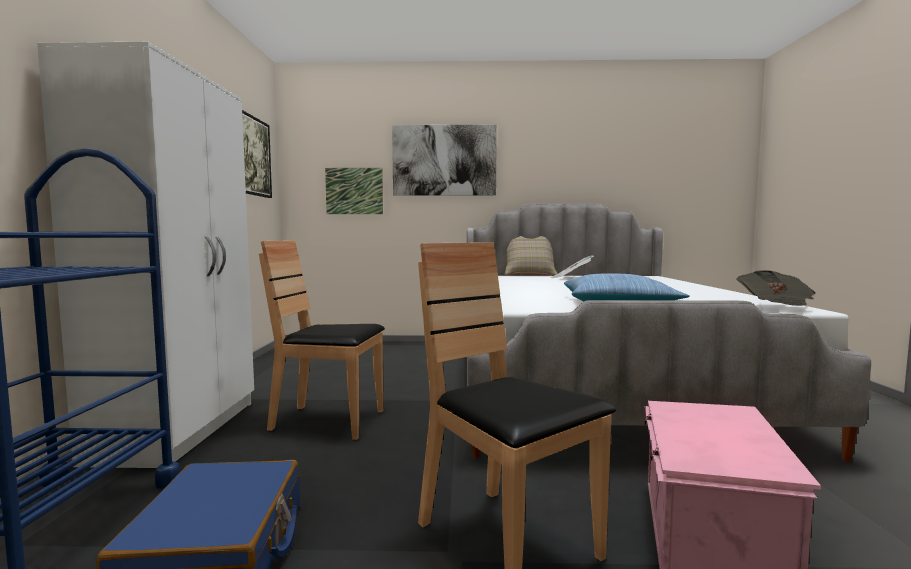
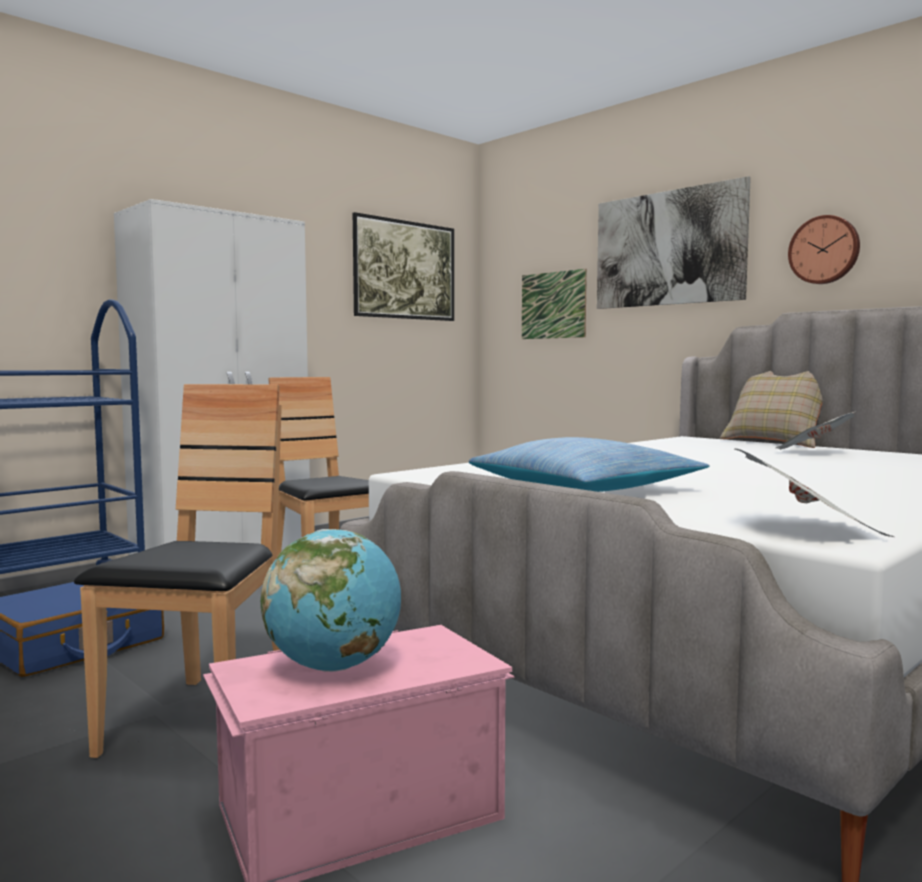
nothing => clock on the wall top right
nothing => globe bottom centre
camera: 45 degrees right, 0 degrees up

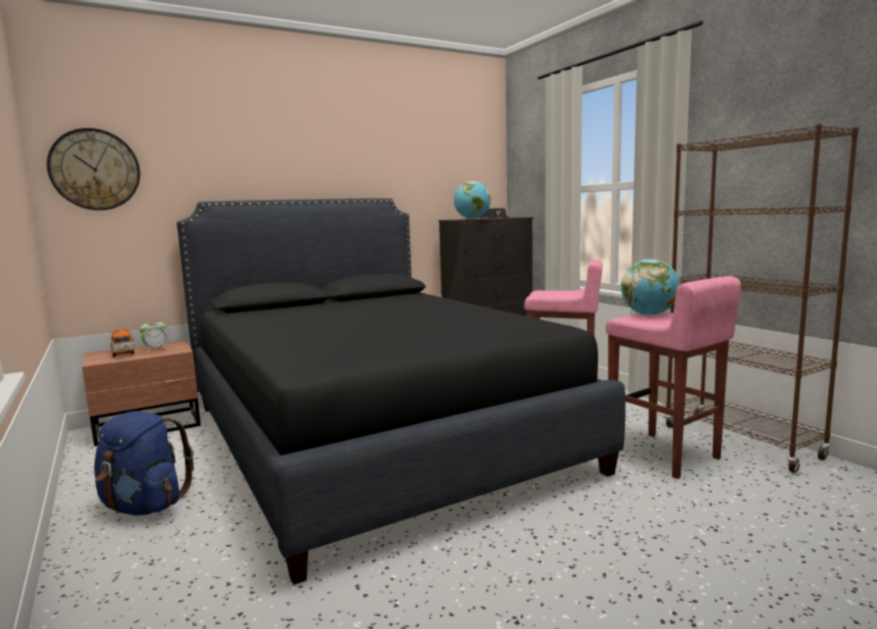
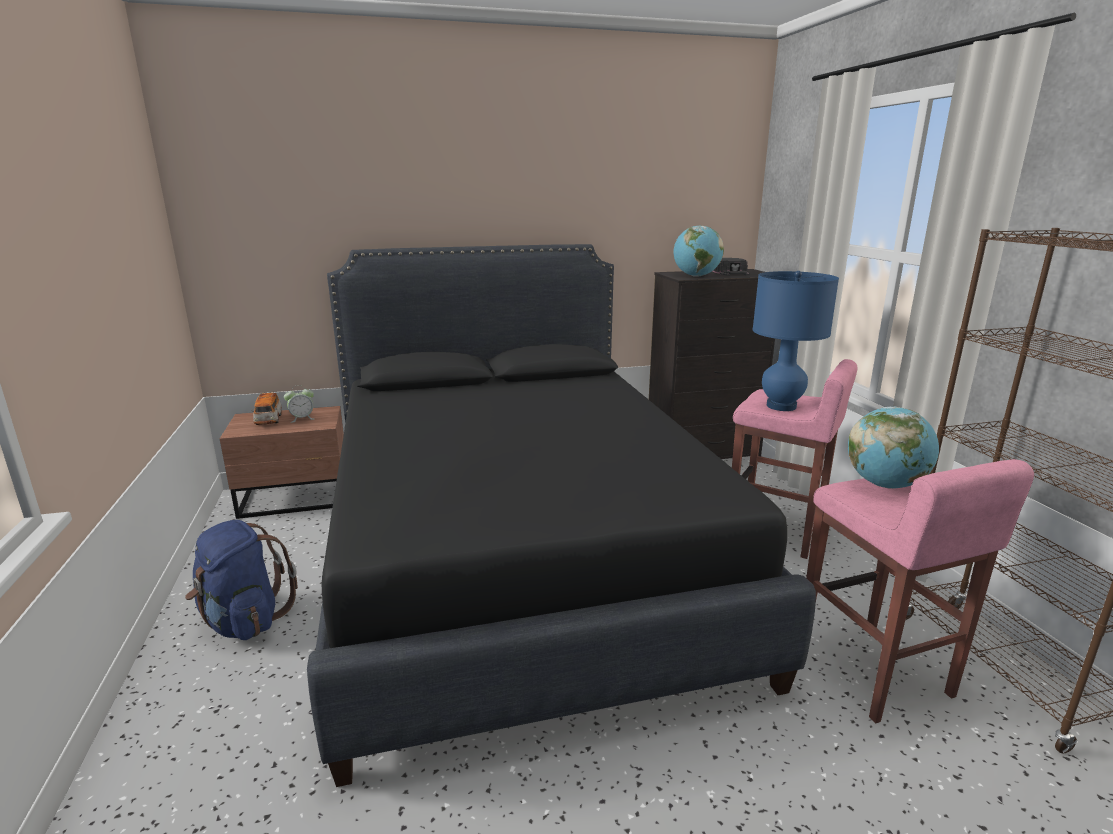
clock on the wall top left => nothing
nothing => table lamp (blue) middle right
camera: 15 degrees right, 10 degrees up

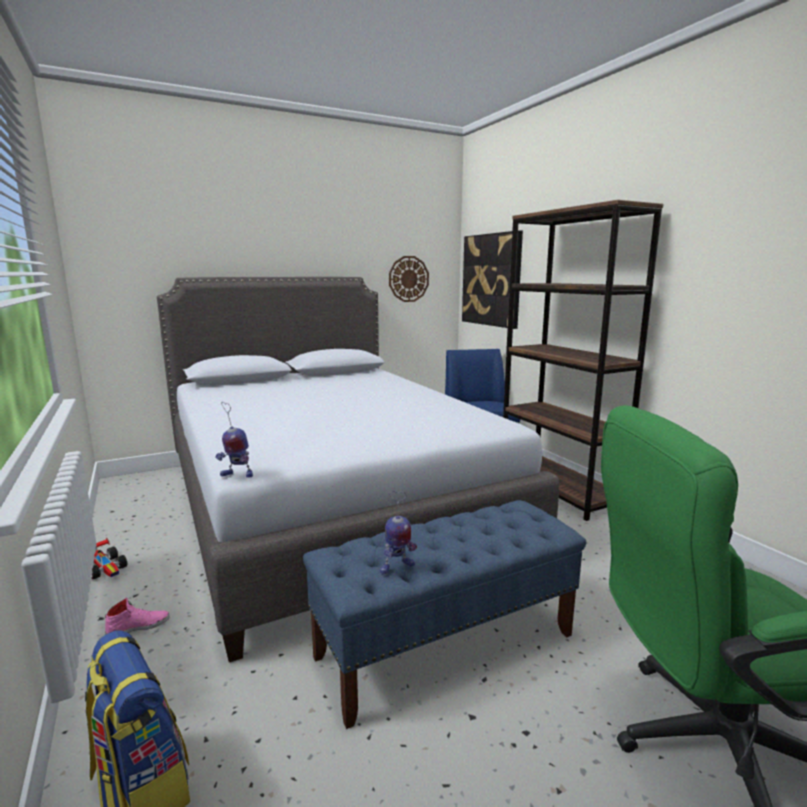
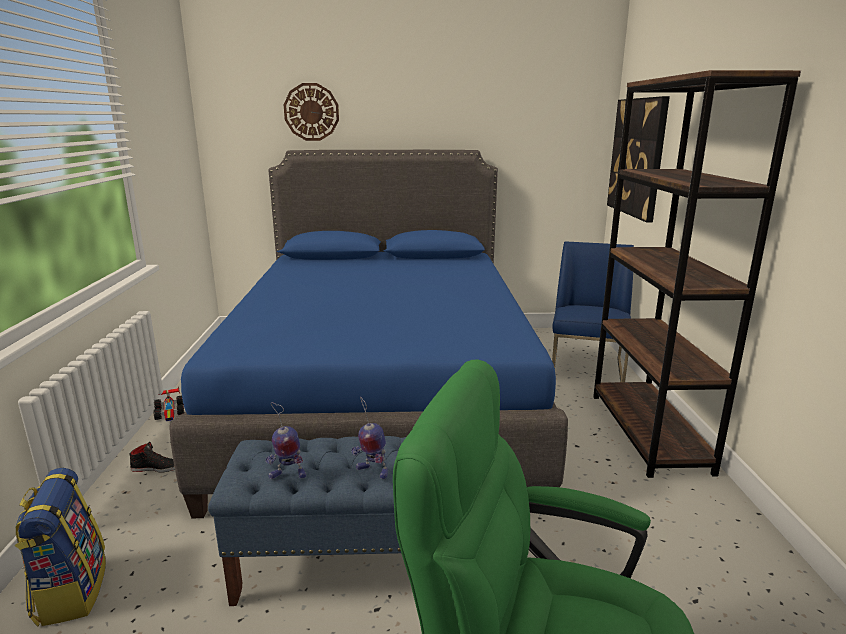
clock on the wall centre => clock on the wall top centre, move
bed (greyish) centre => bed (blue) centre
robot figure (1st from left in the first image) middle left => robot figure (2nd from left) bottom centre, move
low shoe (pink-coloured) bottom left => low shoe (black) bottom left
camera: 25 degrees right, 5 degrees up

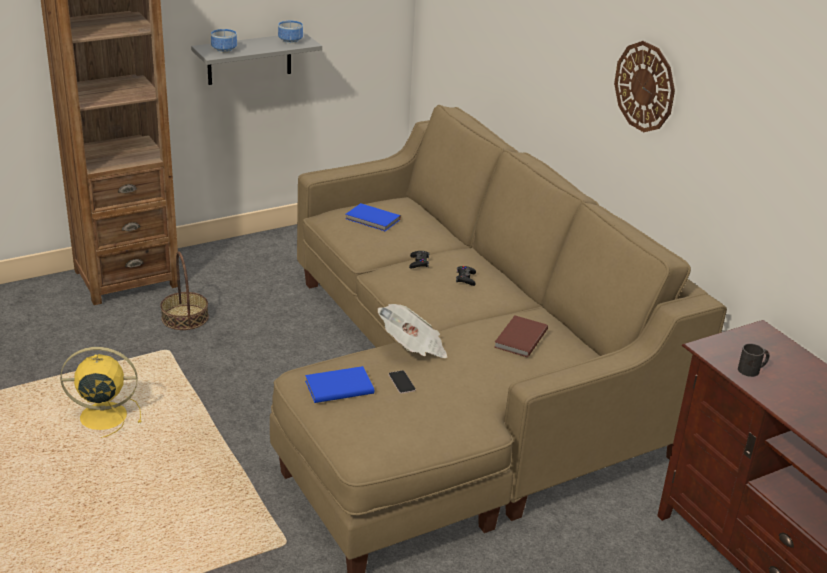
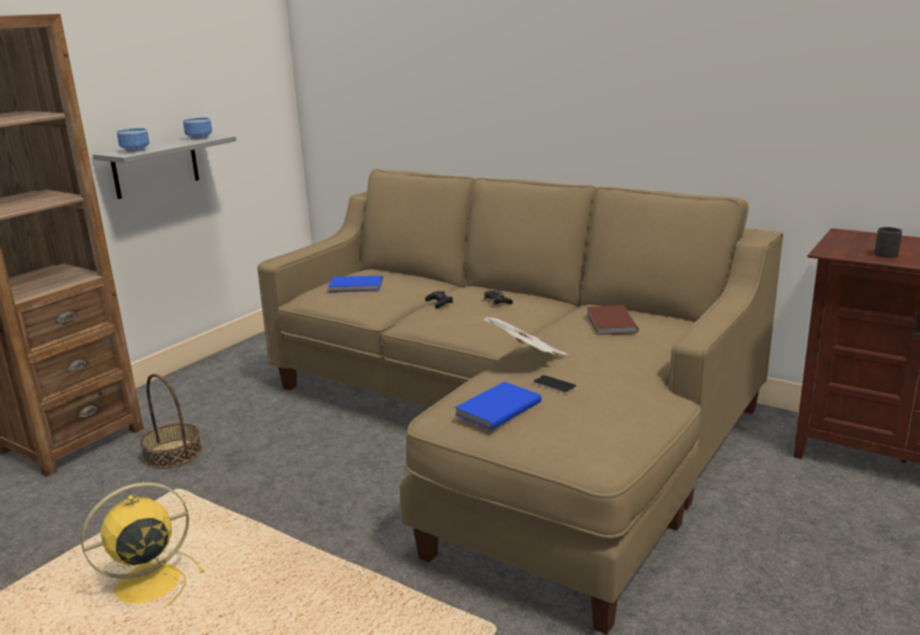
clock on the wall top right => nothing
camera: 25 degrees left, 10 degrees down

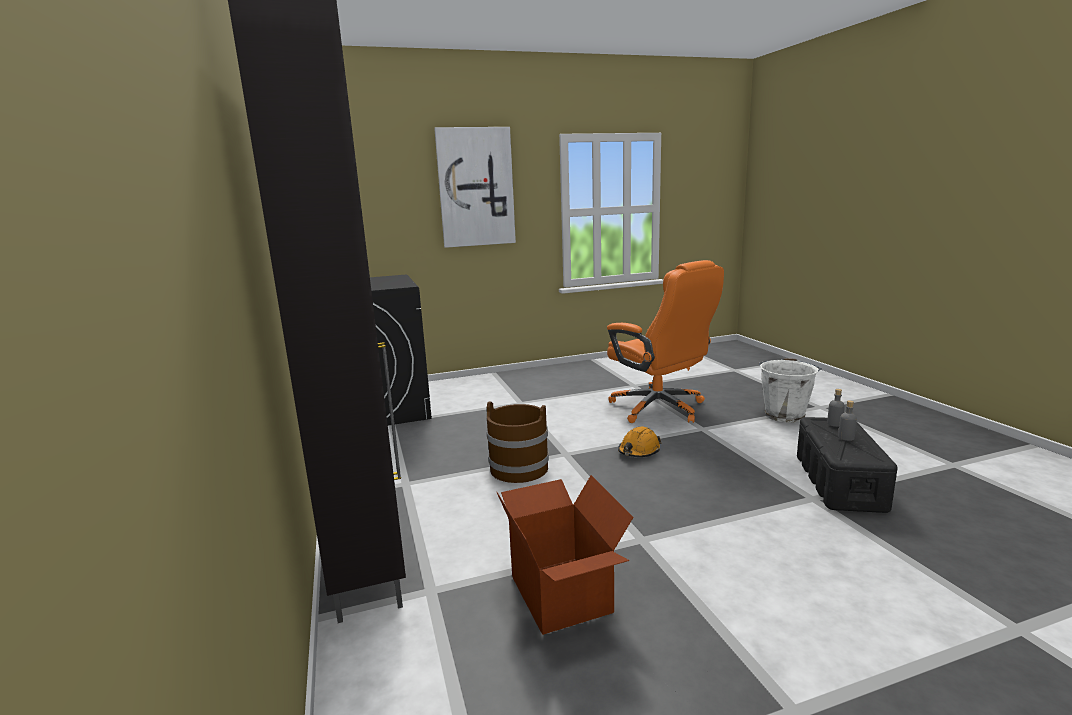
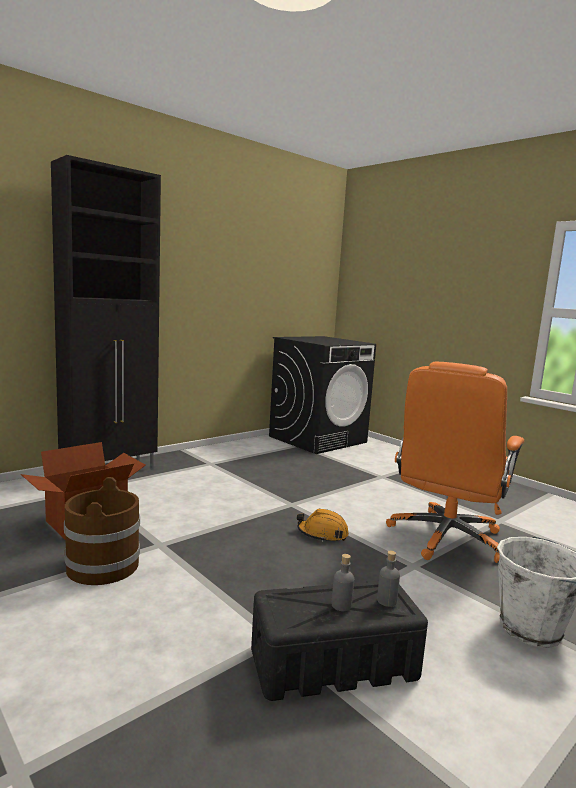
picture top centre => nothing
pail (brown) centre => pail (brown) bottom left, move
camera: 65 degrees right, 5 degrees down

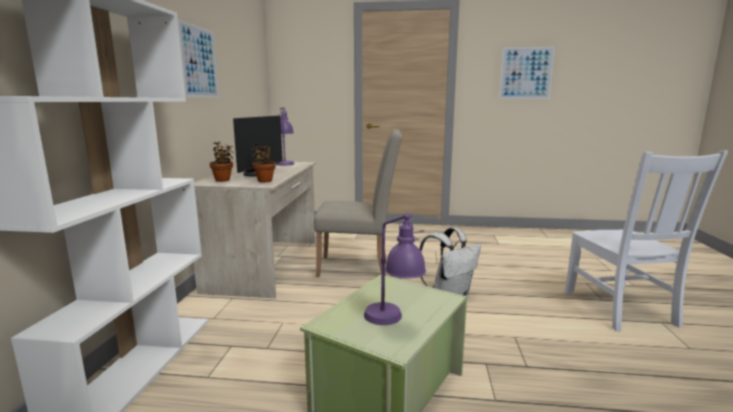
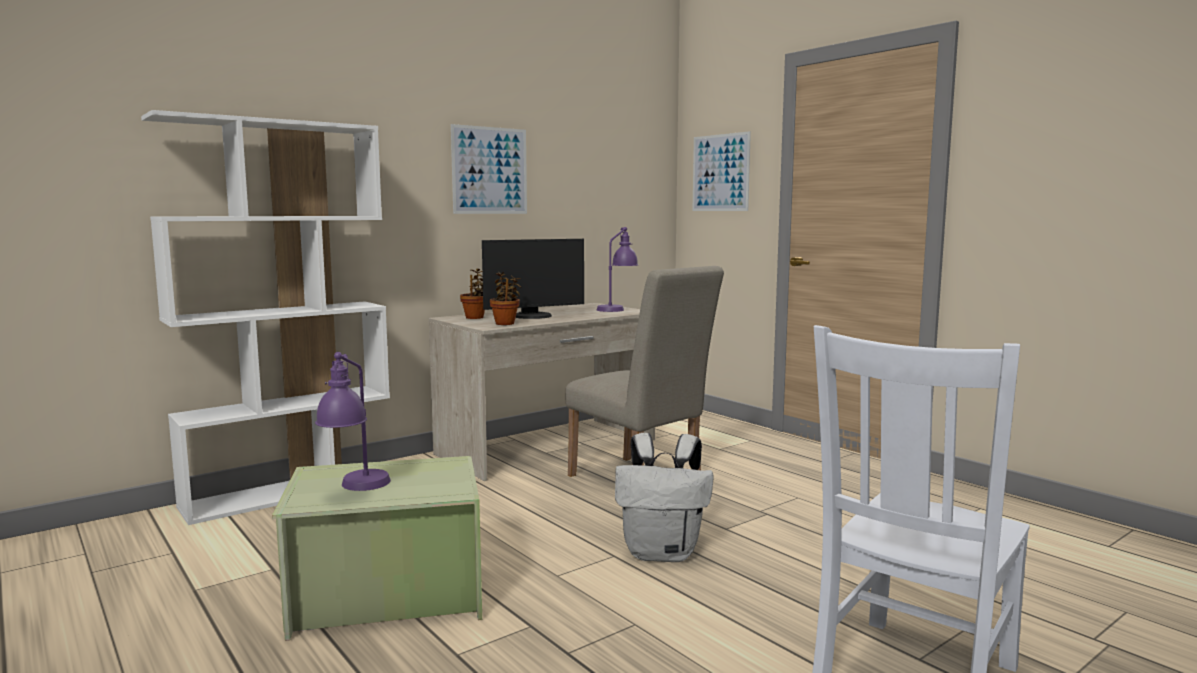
picture (2nd from left) top right => picture (2nd from left) top centre, move
camera: 45 degrees right, 5 degrees down

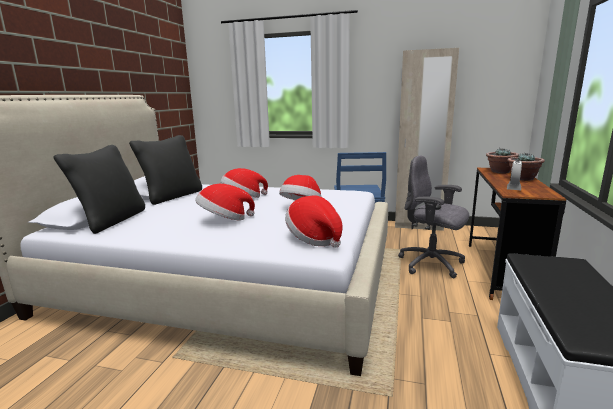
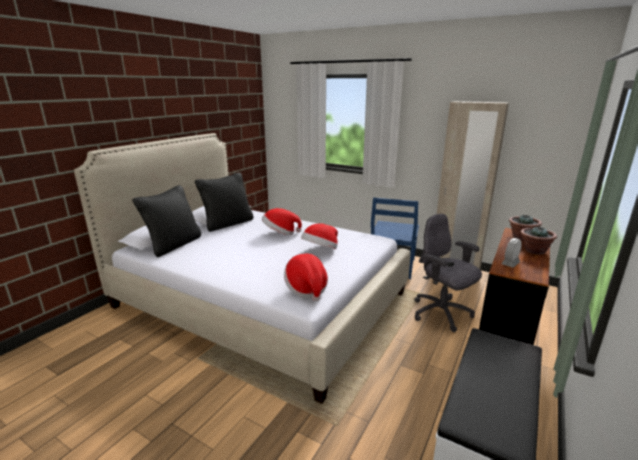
wearable hat (1st from left) centre => nothing
camera: 15 degrees right, 5 degrees up

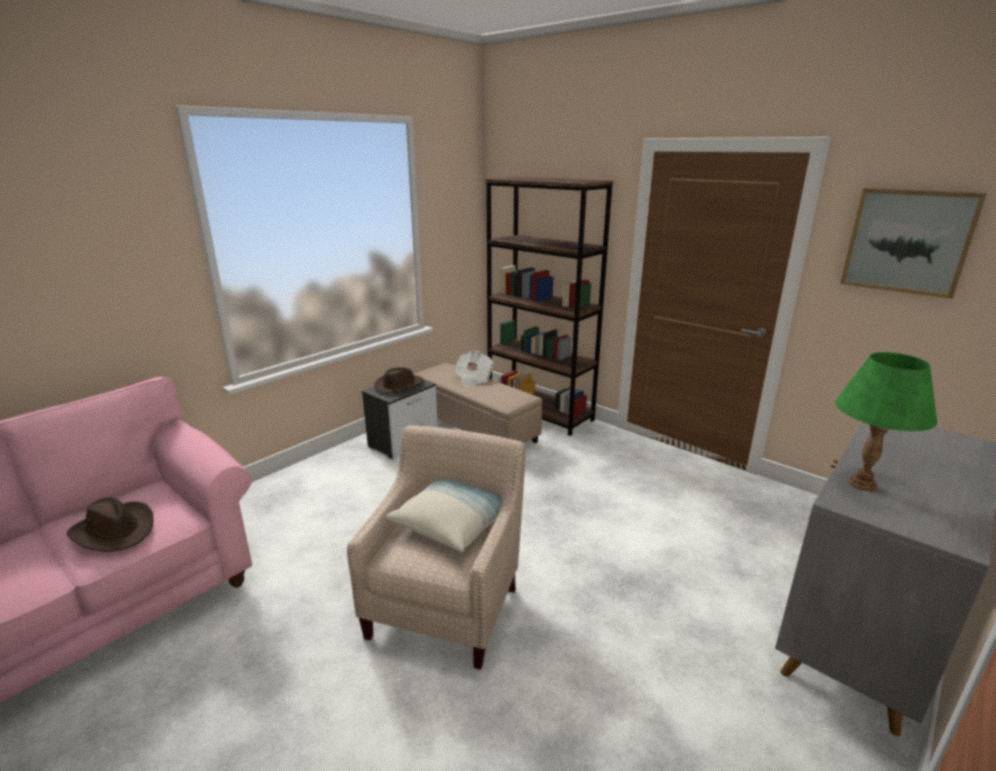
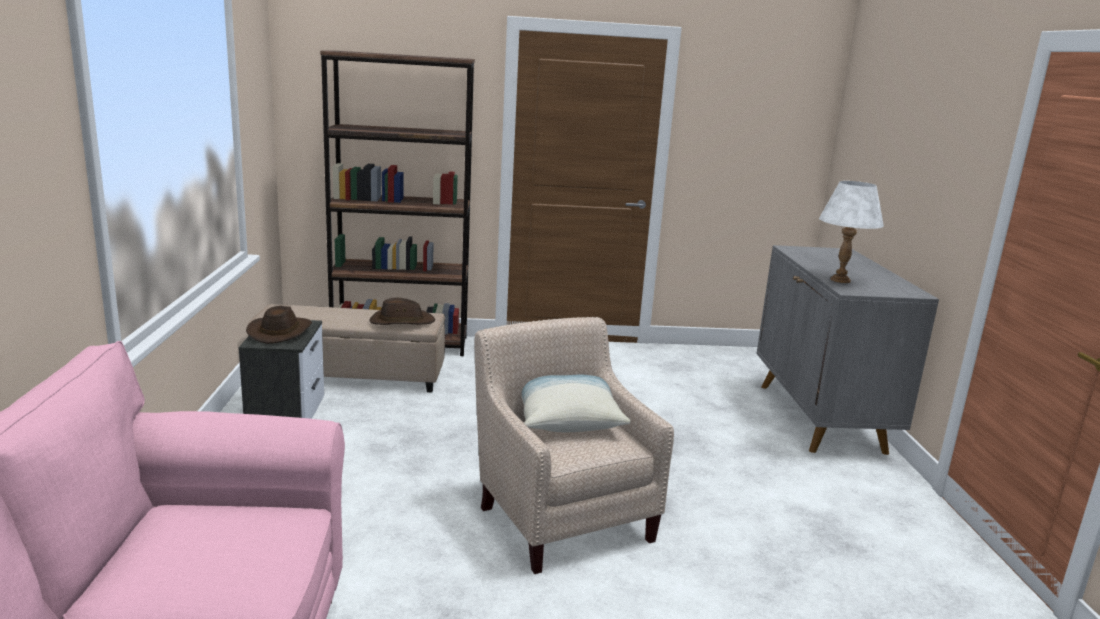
picture top right => nothing
printed paper centre => nothing
table lamp (green-coloured) middle right => table lamp (whitish) middle right
wearable hat (brown) (1st from left in the first image) bottom left => wearable hat (brown) (2nd from left) centre, move
camera: 45 degrees left, 5 degrees down

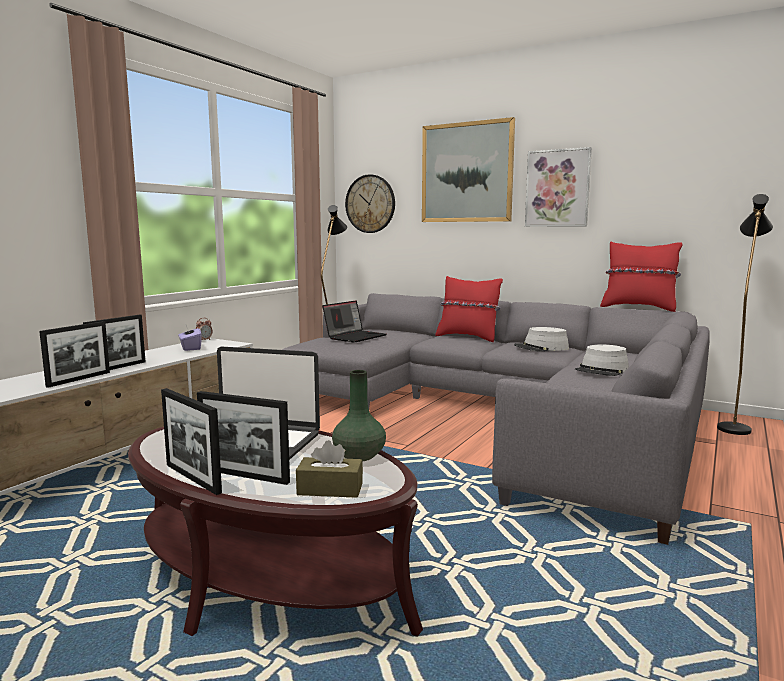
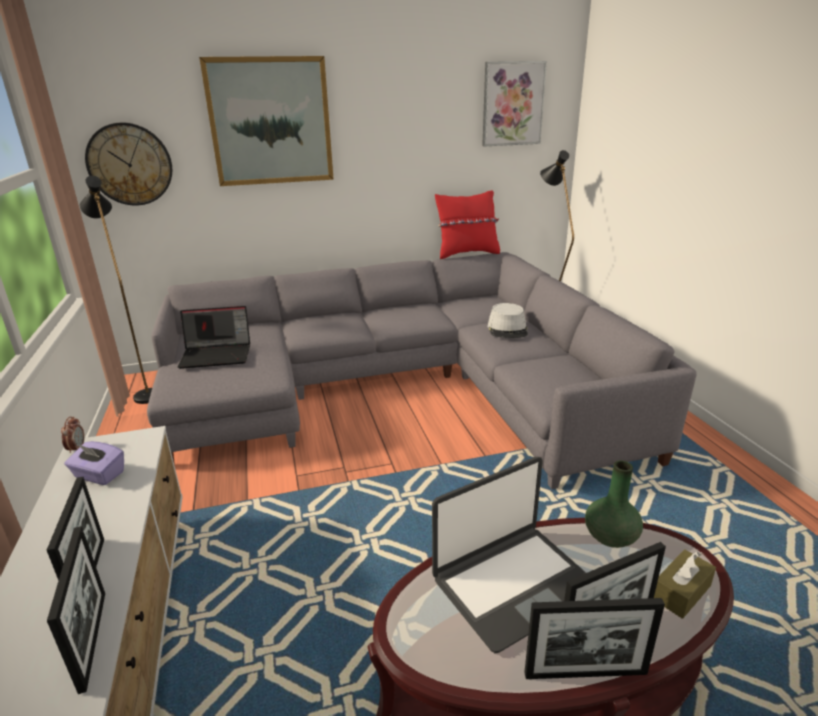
picture (2nd from left) top right => picture (2nd from left) top centre, move
throw pillow (red-coloured) (1st from left) centre => nothing
portable computer (2nd from left in the first image) centre => portable computer (1st from left) middle left, 90 degrees clockwise
wearable hat (greyish) (1st from left) middle right => nothing
camera: 45 degrees left, 15 degrees up

